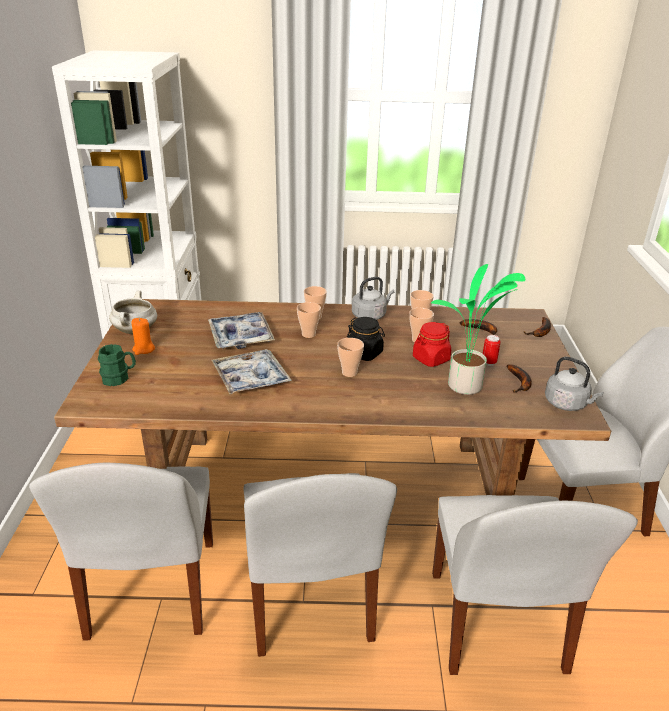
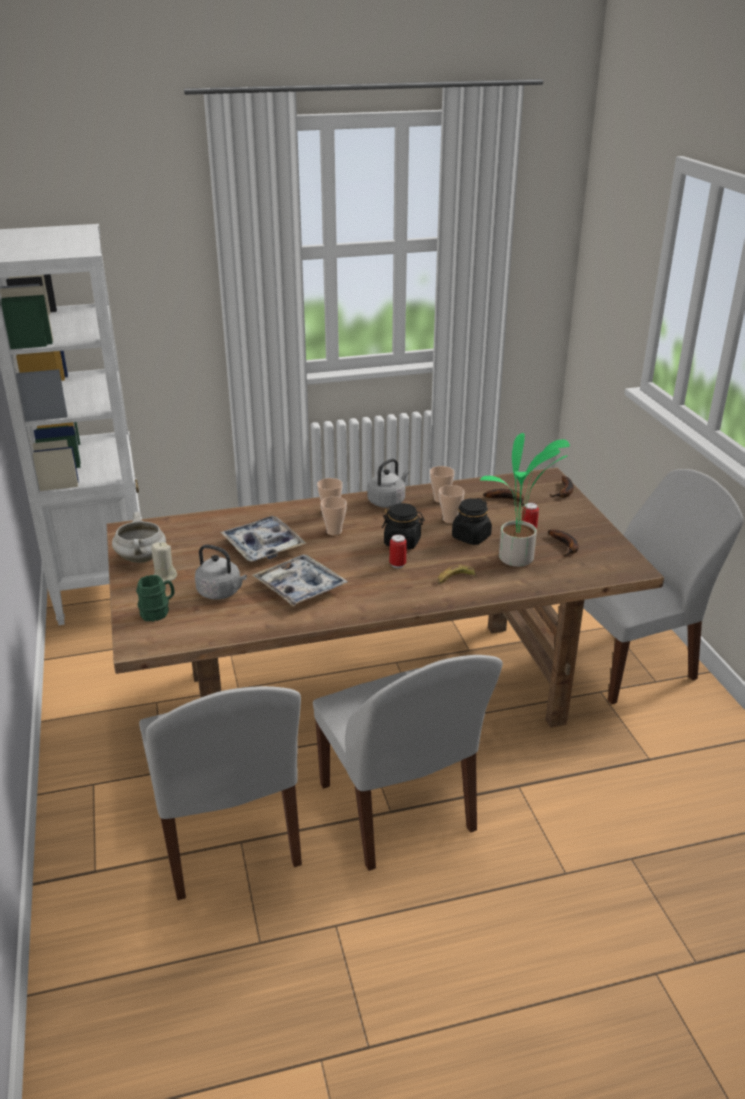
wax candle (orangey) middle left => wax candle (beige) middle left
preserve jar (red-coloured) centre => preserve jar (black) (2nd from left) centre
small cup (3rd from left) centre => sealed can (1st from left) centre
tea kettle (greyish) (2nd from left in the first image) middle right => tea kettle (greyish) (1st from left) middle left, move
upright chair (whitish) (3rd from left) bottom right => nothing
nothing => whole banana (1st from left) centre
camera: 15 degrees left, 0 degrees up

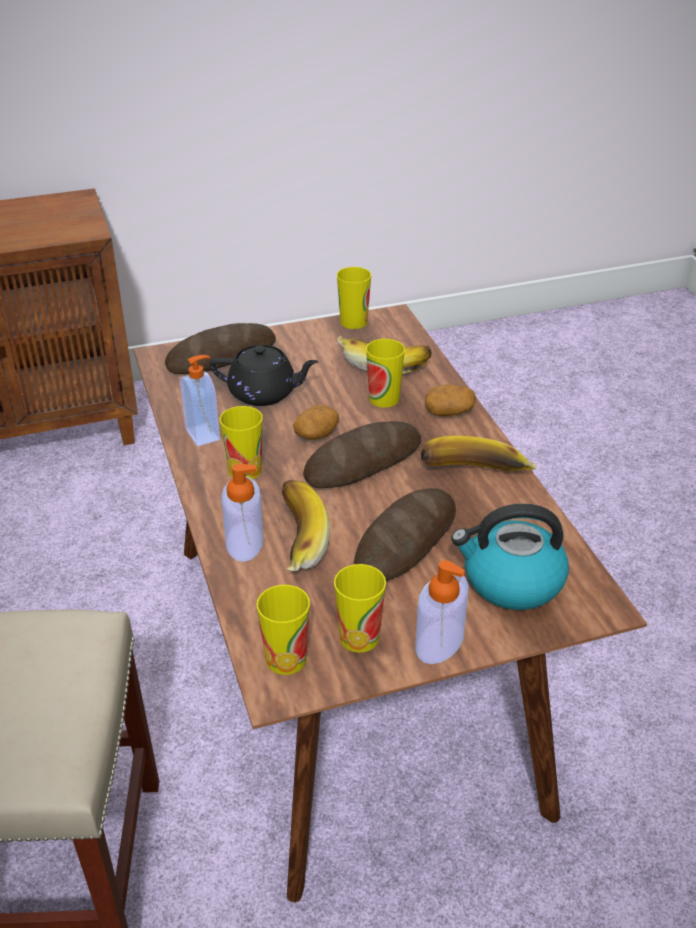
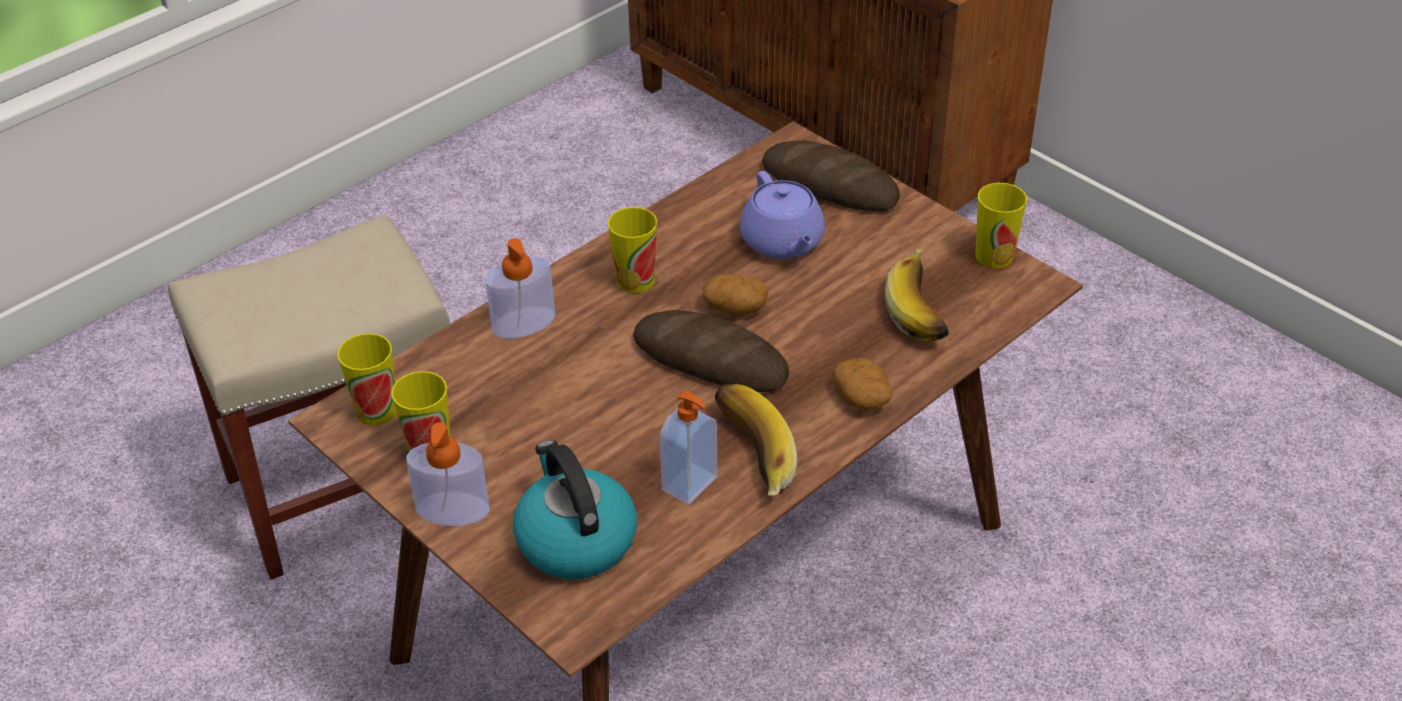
small cup (5th from left) centre => nothing
teapot (black) centre => teapot (purplish) top centre
liquid soap bottle (1st from left in the first image) middle left => liquid soap bottle (3rd from left) centre, move
whole banana (1st from left) centre => nothing
bakery bread (3rd from left) centre => nothing
camera: 65 degrees right, 5 degrees up

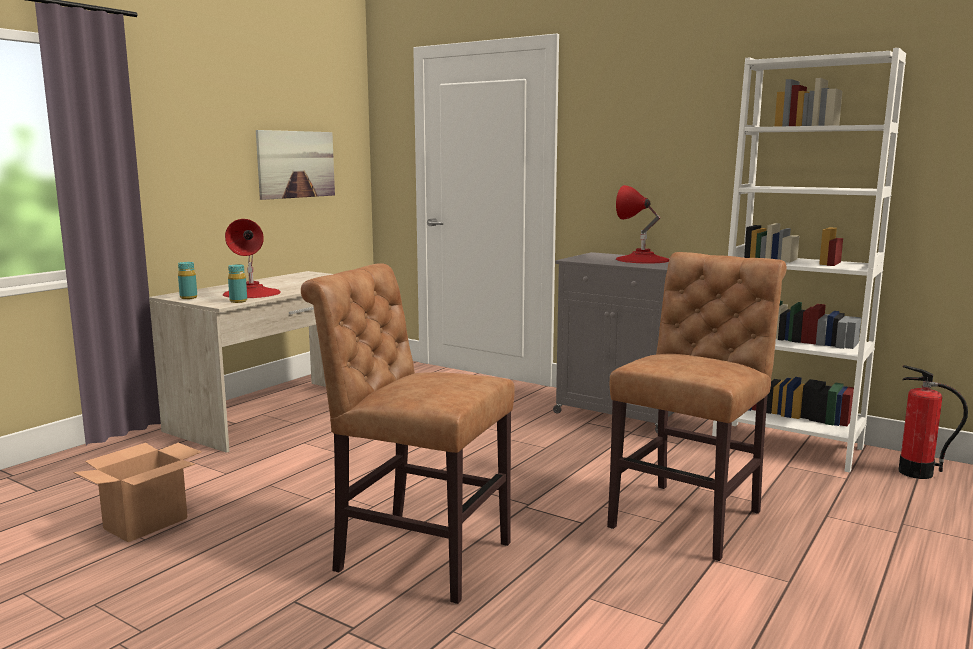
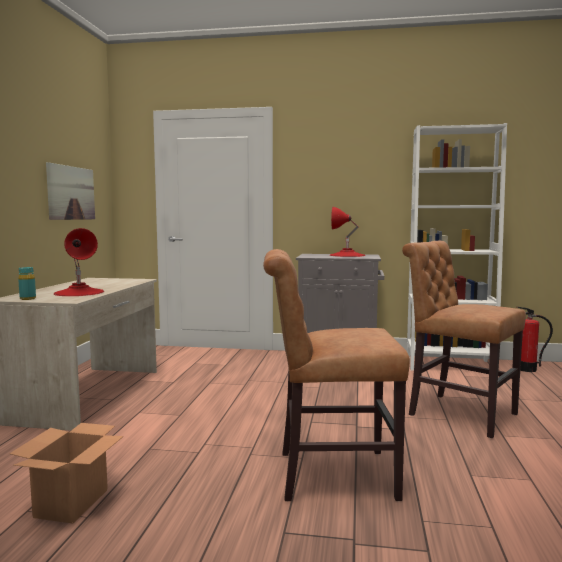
upright chair (brown) (2nd from left) middle right, 60 degrees counterclockwise
drink bottle (turquoise-coloured) (2nd from left) middle left => nothing
camera: 25 degrees left, 5 degrees down

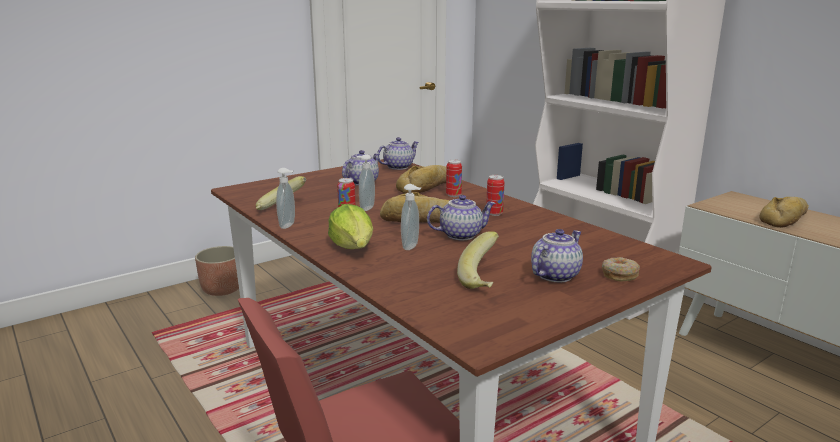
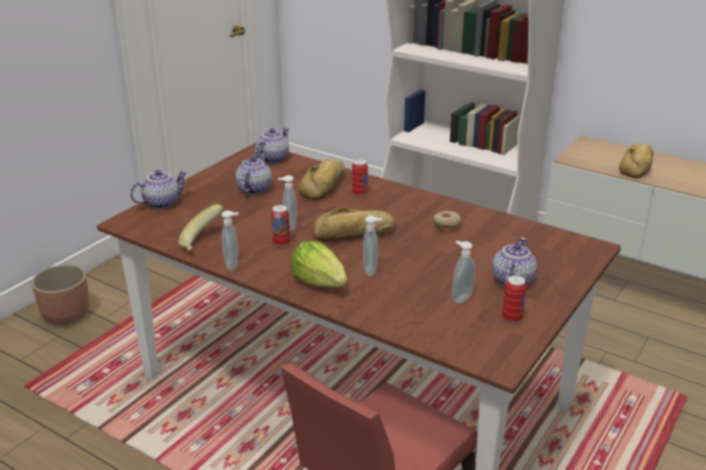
sealed can (3rd from left) centre => sealed can (3rd from left) middle right, move
teapot (3rd from left in the first image) centre => teapot (1st from left) middle left, move
whole banana (2nd from left) centre => liquid soap bottle (4th from left) centre
ring doughnut middle right => ring doughnut centre, move
camera: 20 degrees left, 10 degrees up

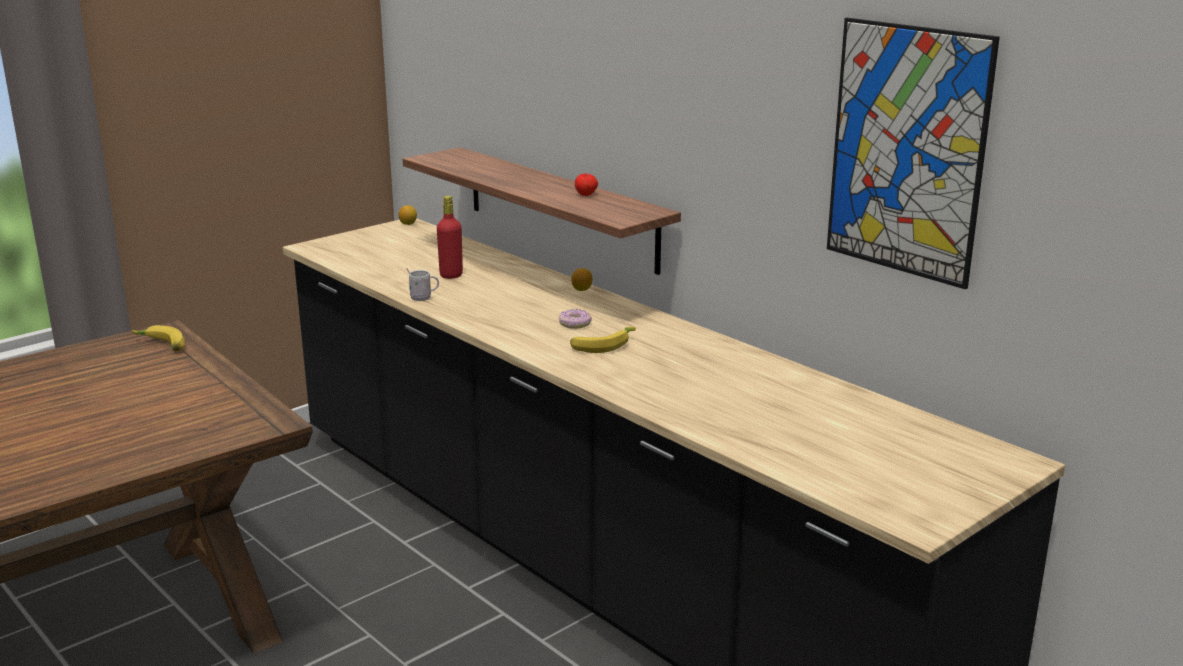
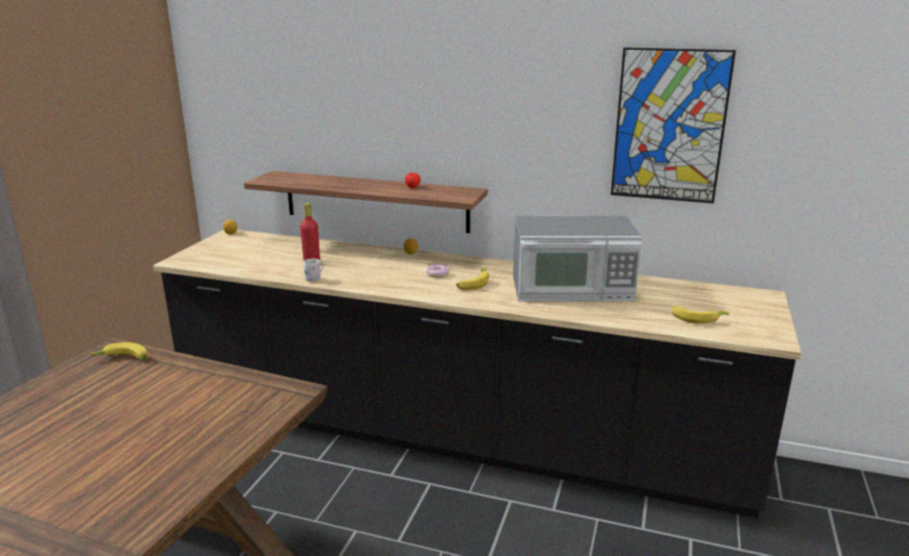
nothing => microwave centre
nothing => whole banana (3rd from left) middle right
camera: 30 degrees left, 0 degrees up

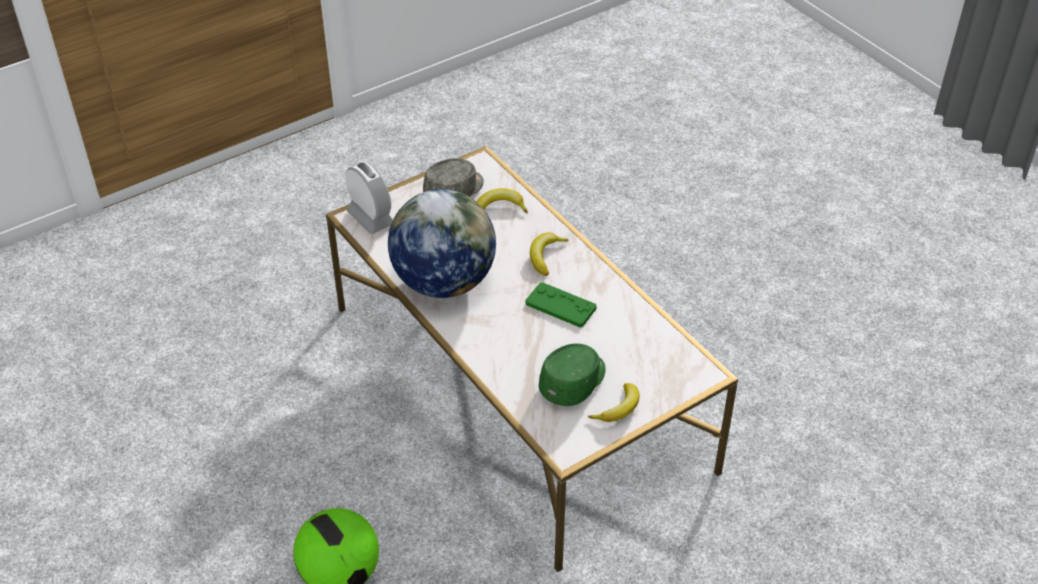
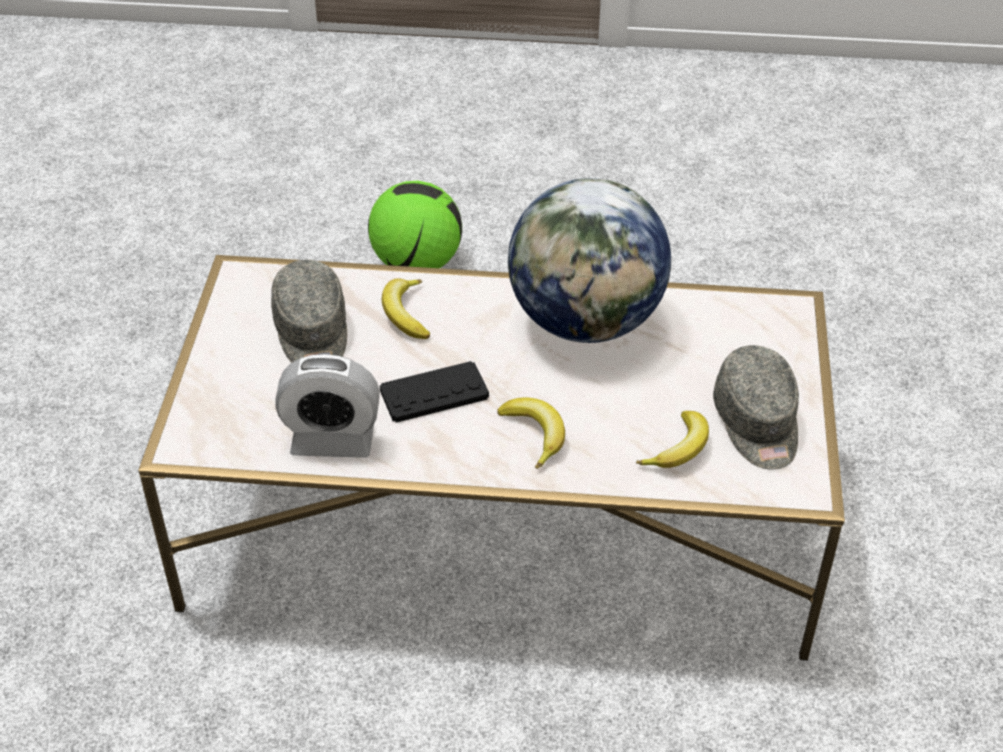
table clock centre => table clock middle left, move
game controller (green-coloured) centre => game controller (black) centre
cap (green-coloured) centre => cap (greyish) (1st from left) middle left
whole banana (3rd from left in the first image) bottom centre => whole banana (1st from left) centre, move
camera: 130 degrees right, 0 degrees up

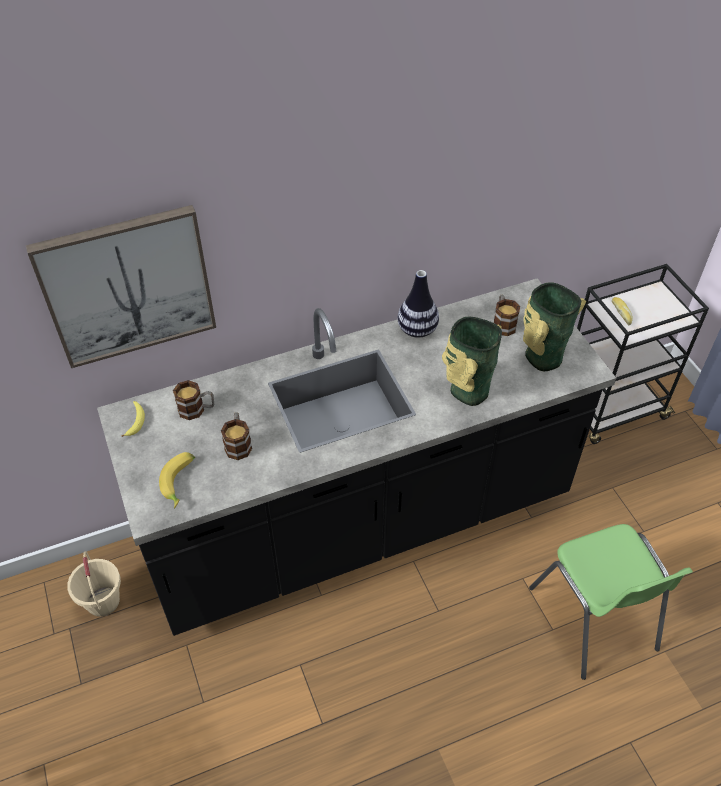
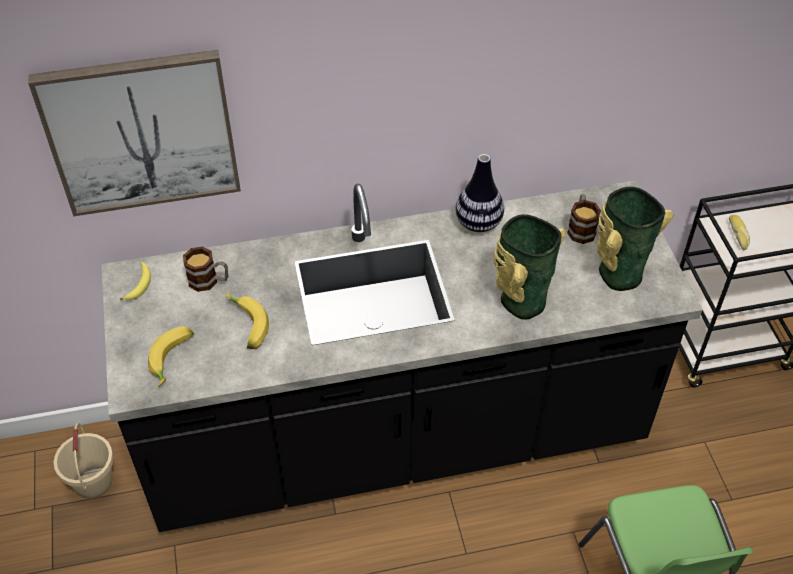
coffee mug (2nd from left) middle left => whole banana (3rd from left) middle left
camera: 10 degrees right, 0 degrees up

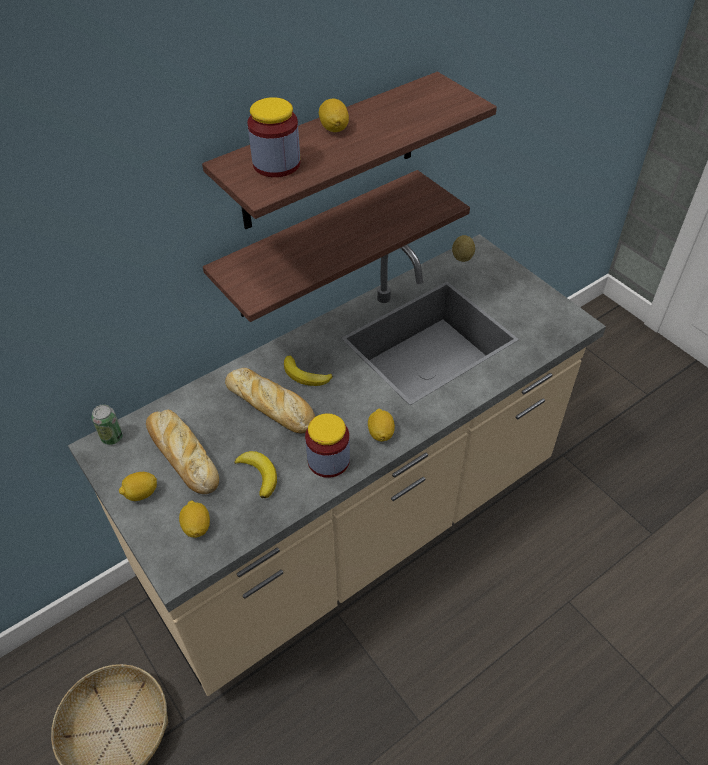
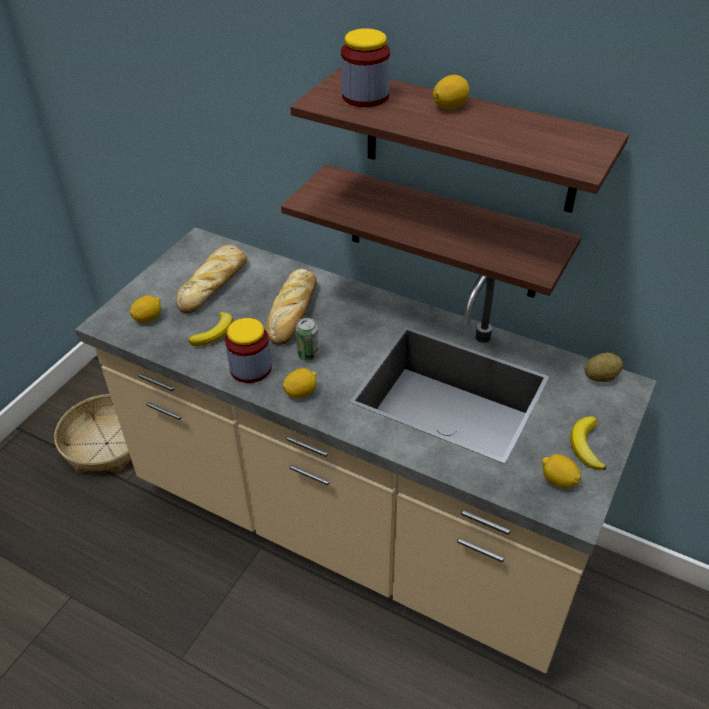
whole banana (2nd from left) centre => whole banana (2nd from left) middle right, move
sealed can middle left => sealed can centre, move
citrus fruit (1st from left in the first image) middle left => citrus fruit (4th from left) middle right, move
camera: 65 degrees right, 5 degrees down

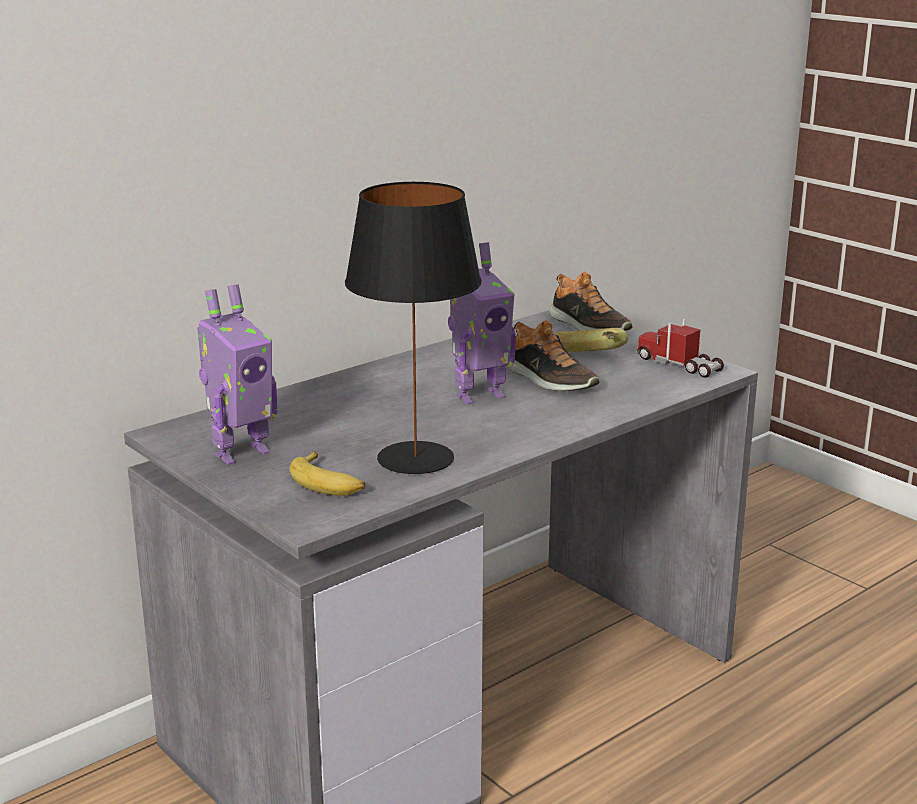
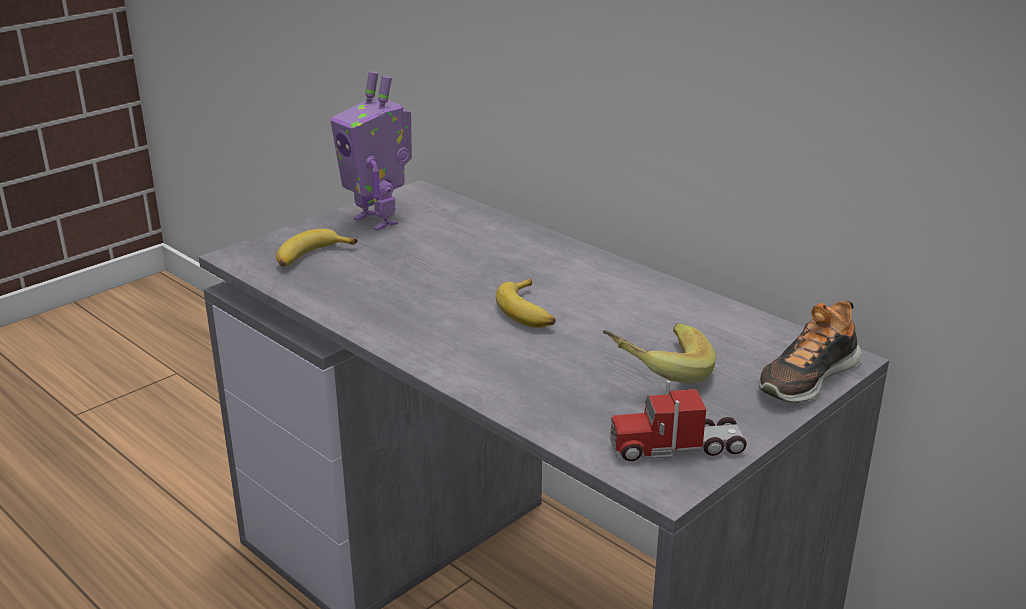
table lamp (black) centre => nothing
robot figure (2nd from left) centre => whole banana (2nd from left) centre
toy lorry middle right => toy lorry bottom centre, 135 degrees counterclockwise
low shoe (1st from left) centre => nothing
camera: 85 degrees right, 5 degrees up

